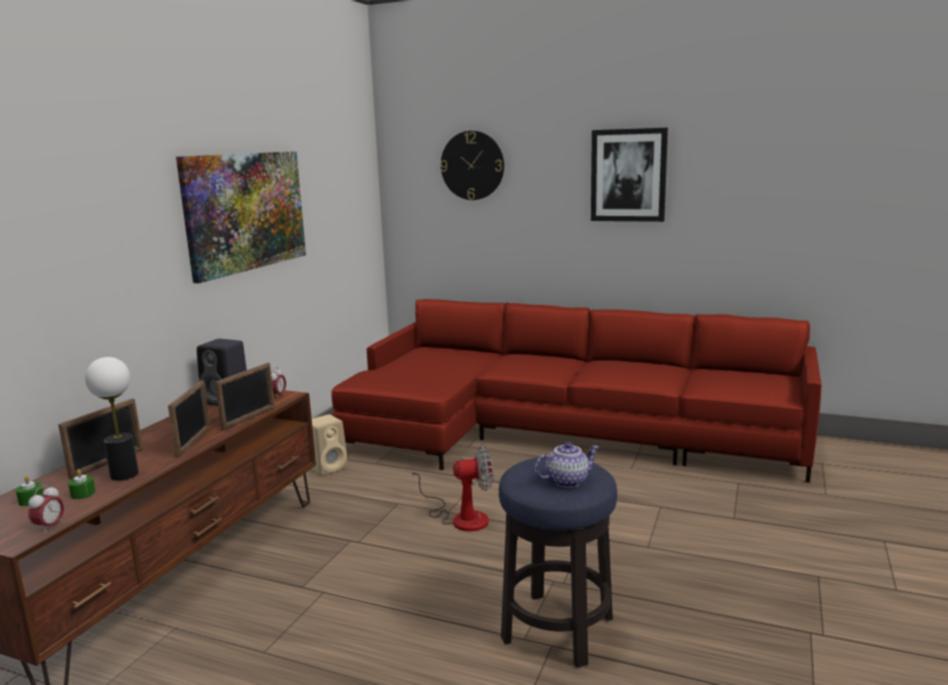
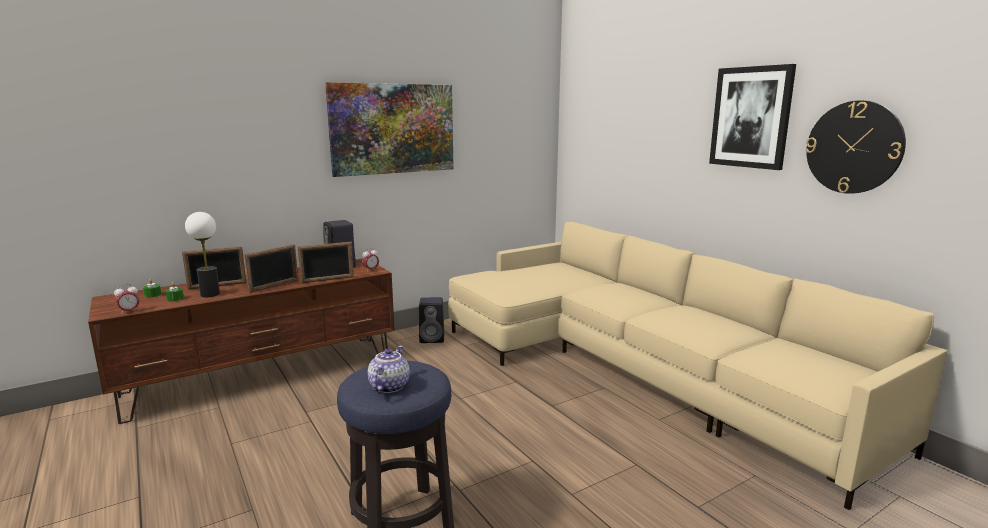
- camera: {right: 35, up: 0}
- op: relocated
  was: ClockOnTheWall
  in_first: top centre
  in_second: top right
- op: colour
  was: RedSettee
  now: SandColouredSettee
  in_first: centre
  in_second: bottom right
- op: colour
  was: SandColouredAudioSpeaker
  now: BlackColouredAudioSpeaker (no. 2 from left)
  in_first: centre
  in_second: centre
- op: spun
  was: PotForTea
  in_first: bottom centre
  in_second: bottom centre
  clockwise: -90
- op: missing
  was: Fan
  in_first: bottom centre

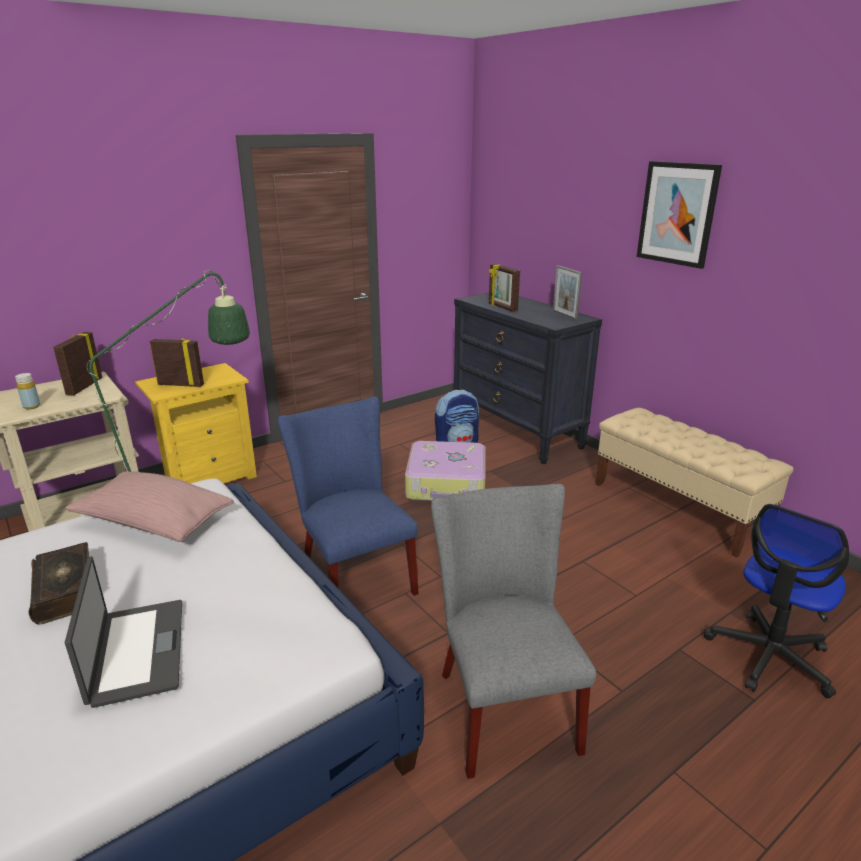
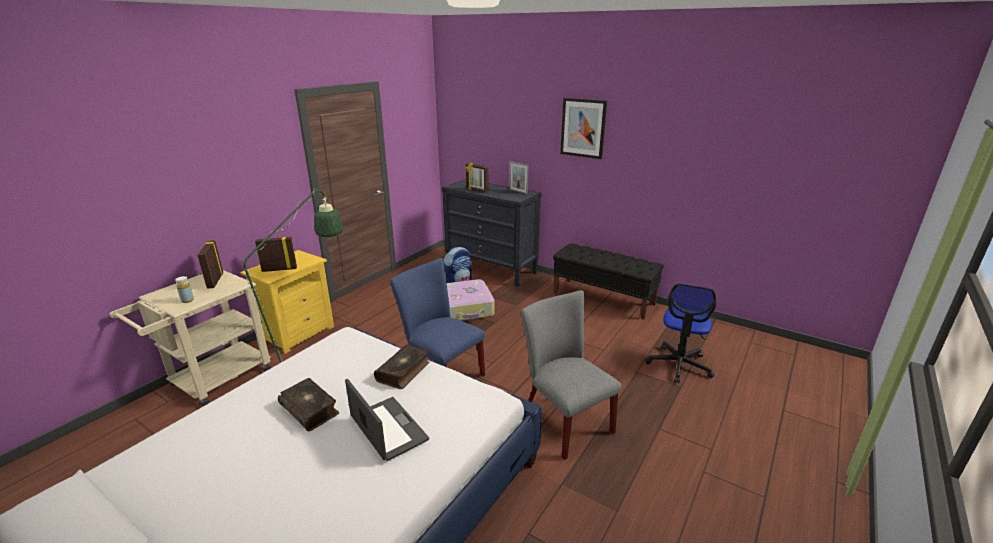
- camera: {right: -20, up: 0}
- op: colour
  was: SandColouredBench
  now: BlackColouredBench
  in_first: middle right
  in_second: centre
- op: missing
  was: PinkColouredCushion
  in_first: middle left
- op: appeared
  now: BoundBook (no. 2 from left)
  in_second: bottom centre

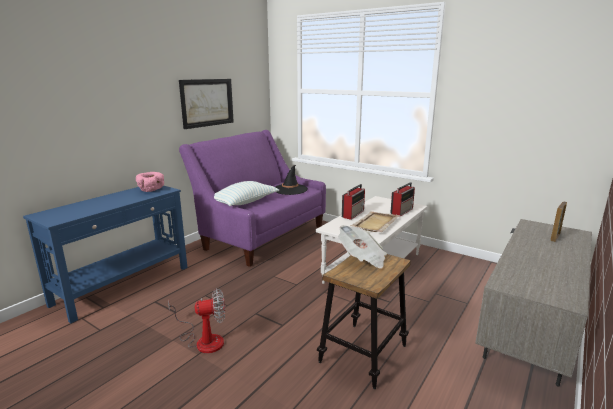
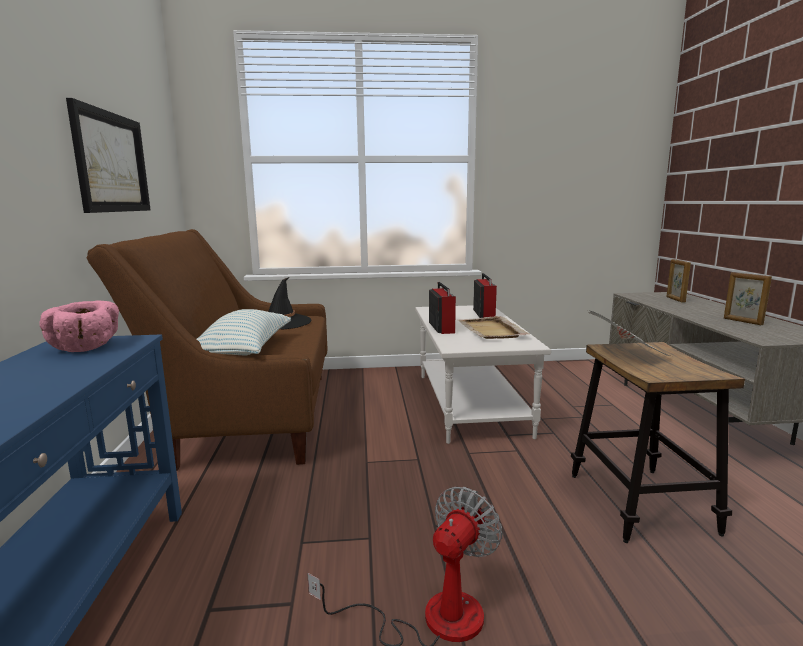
- camera: {right: -40, up: -5}
- op: colour
  was: PurpleSettee
  now: BrownishSettee
  in_first: centre
  in_second: middle left
- op: appeared
  now: StandingFrame (no. 2 from left)
  in_second: middle right

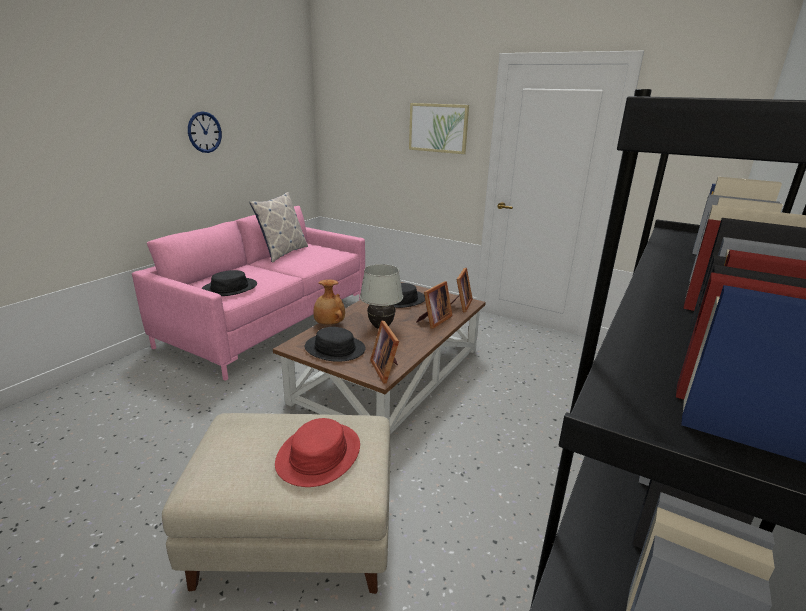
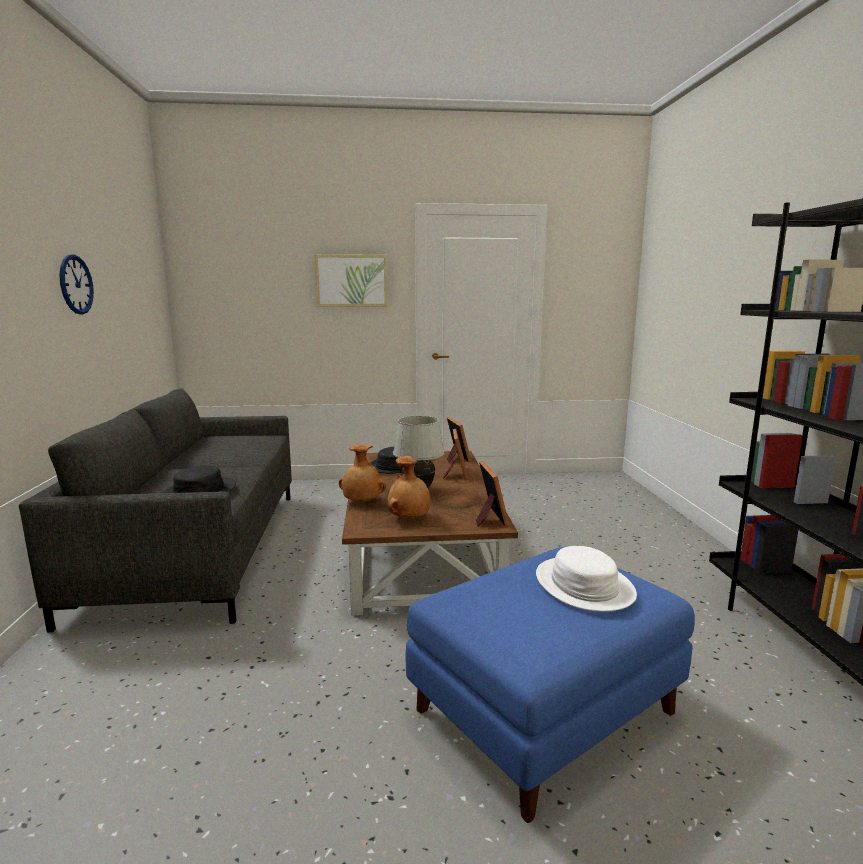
- camera: {right: -35, up: -10}
- op: missing
  was: Cushion
  in_first: centre
- op: colour
  was: PinkColouredSettee
  now: GreySettee
  in_first: middle left
  in_second: middle left
- op: spun
  was: StandingFrame (no. 1 from left in the first image)
  in_first: centre
  in_second: centre
  clockwise: -135
- op: exchanged
  was: BlackColouredHat (no. 2 from left)
  now: BrownishVase (no. 2 from left)
  in_first: centre
  in_second: centre
- op: colour
  was: SandColouredOttoman
  now: BluishOttoman
  in_first: bottom centre
  in_second: bottom centre
- op: colour
  was: RedHat
  now: WhiteColouredHat
  in_first: bottom centre
  in_second: bottom right

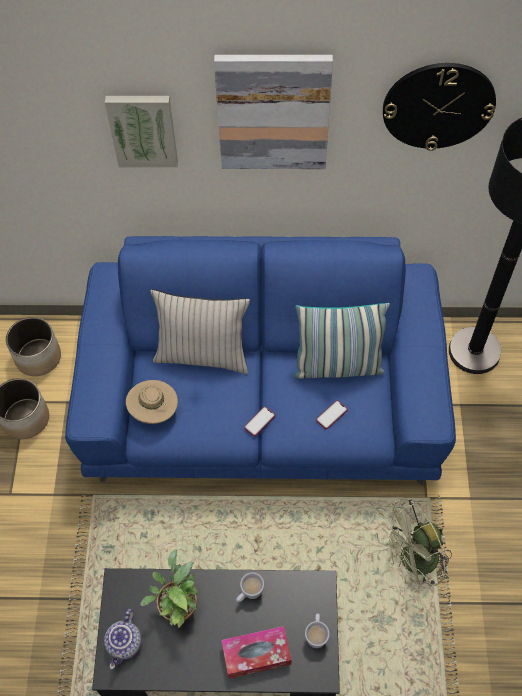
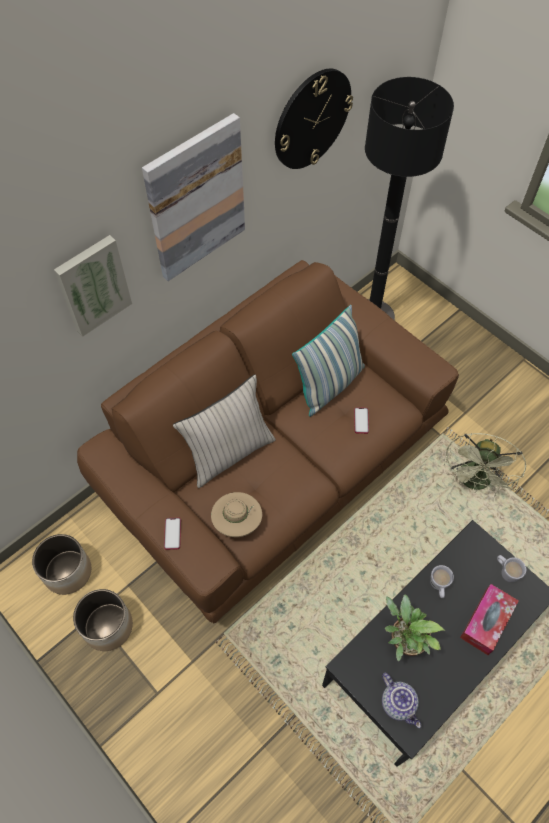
- camera: {right: -45, up: 0}
- op: colour
  was: BluishSettee
  now: BrownishSettee
  in_first: centre
  in_second: centre
- op: relocated
  was: Phone (no. 1 from left)
  in_first: centre
  in_second: middle left

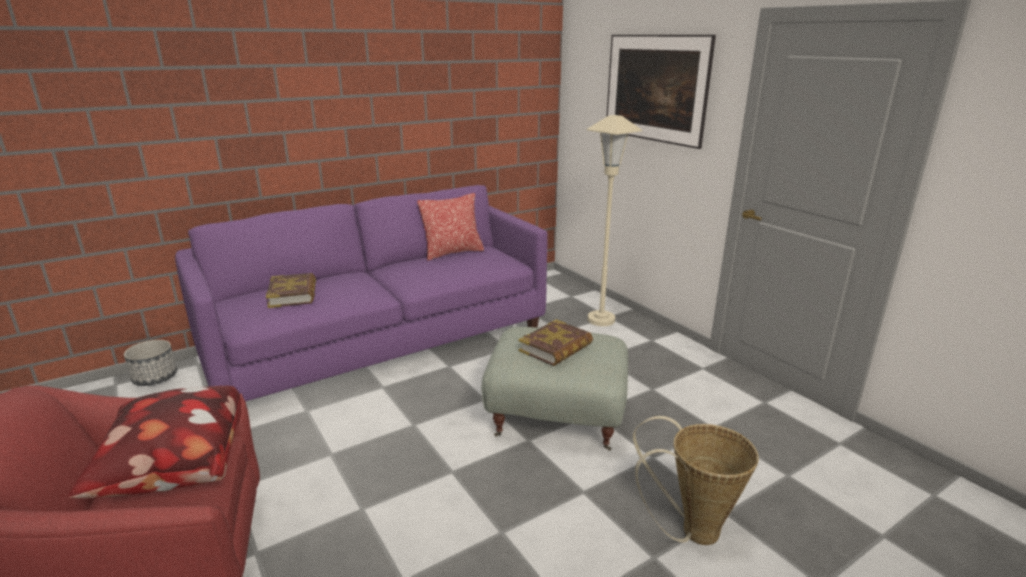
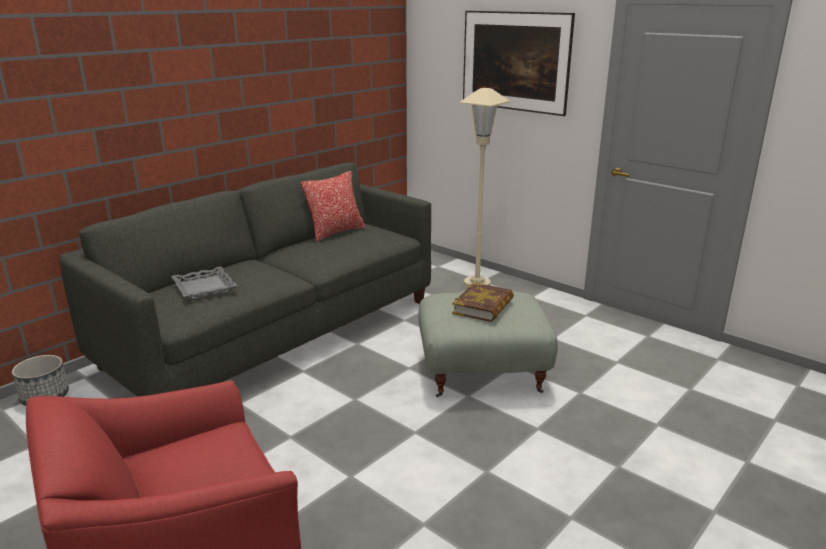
- camera: {right: -15, up: 0}
- op: colour
  was: PurpleSettee
  now: GreySettee
  in_first: centre
  in_second: middle left
- op: exchanged
  was: BoundBook (no. 1 from left)
  now: GreyTray
  in_first: middle left
  in_second: middle left
- op: missing
  was: Cushion (no. 1 from left)
  in_first: bottom left
- op: missing
  was: Basket
  in_first: bottom right

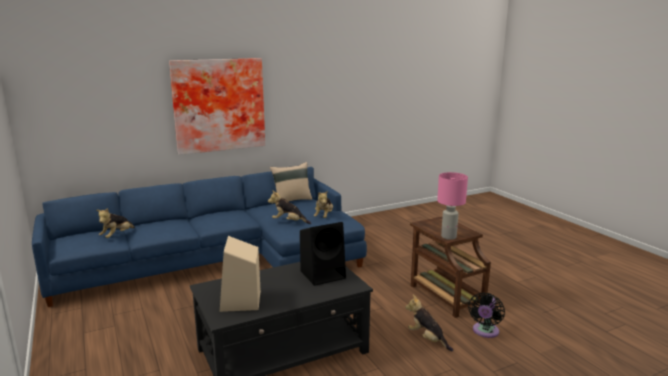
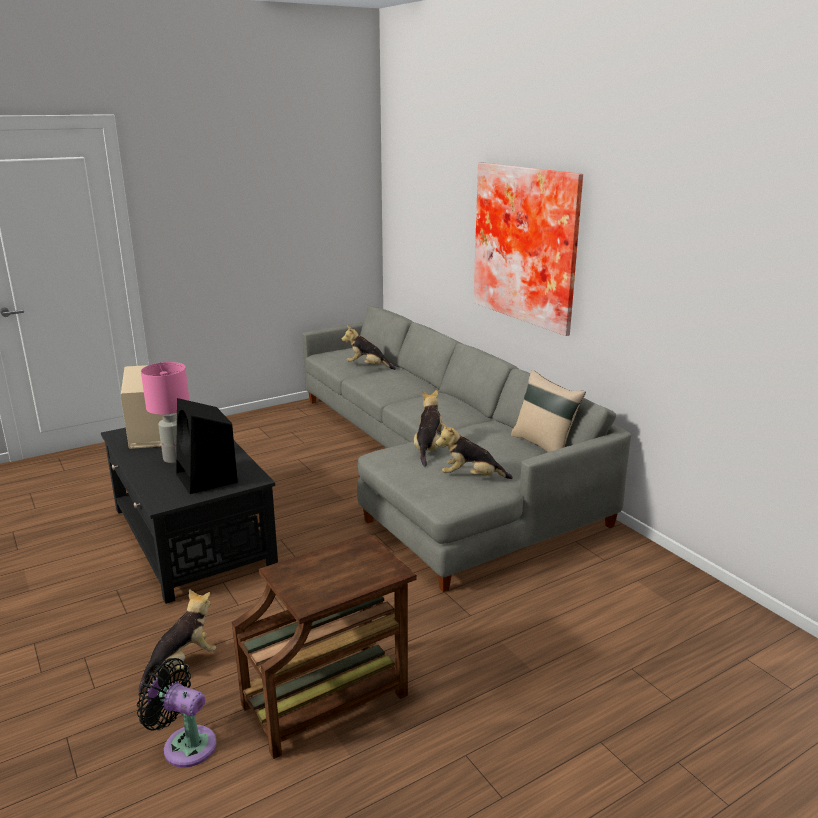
- camera: {right: 85, up: 5}
- op: colour
  was: BluishSettee
  now: GreySettee
  in_first: middle left
  in_second: centre
- op: relocated
  was: PinkColouredTableLamp
  in_first: middle right
  in_second: middle left

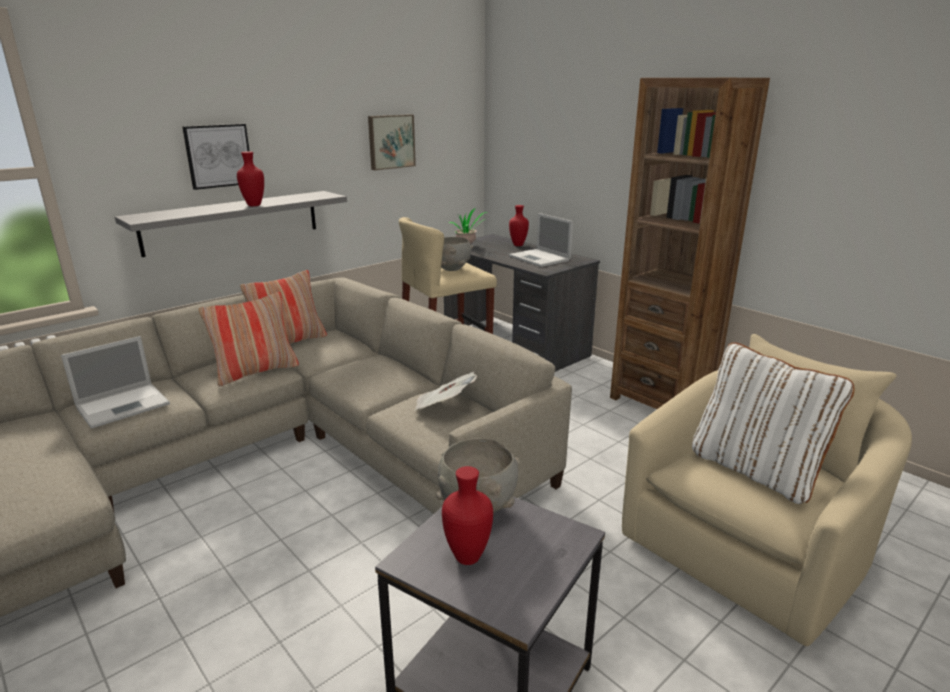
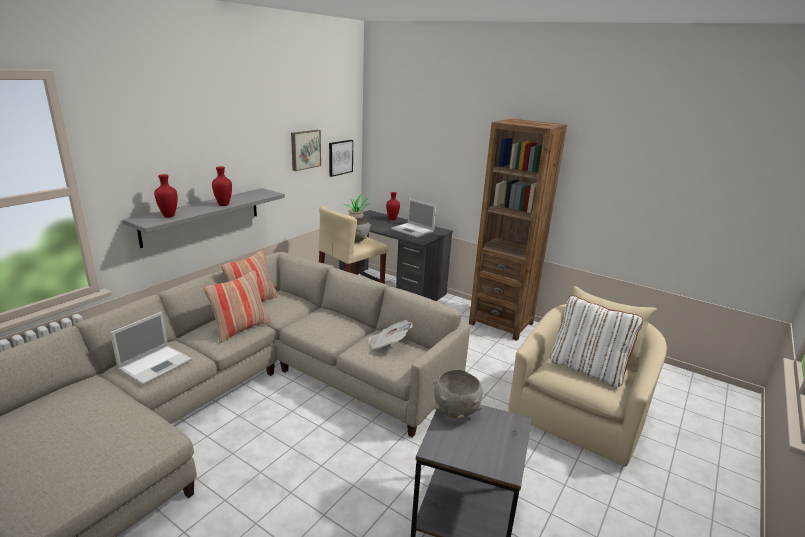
- camera: {right: -15, up: 0}
- op: relocated
  was: Picture (no. 1 from left in the first image)
  now: Picture (no. 2 from left)
  in_first: top left
  in_second: top centre
- op: relocated
  was: RedVase (no. 2 from left in the first image)
  now: RedVase (no. 1 from left)
  in_first: bottom centre
  in_second: middle left

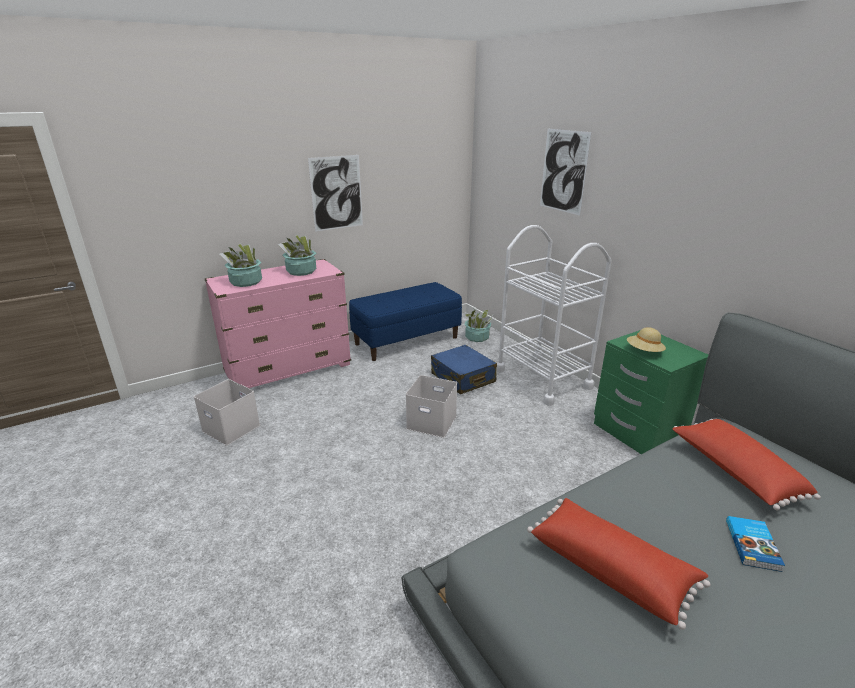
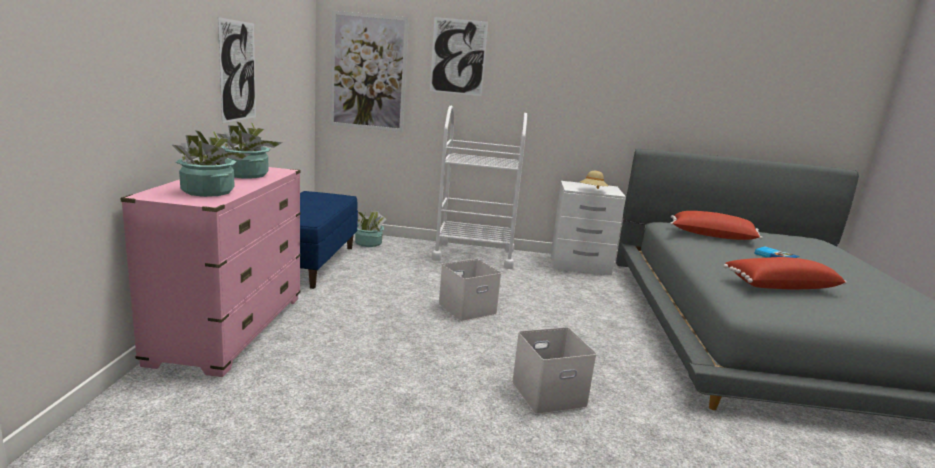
- camera: {right: -55, up: -10}
- op: colour
  was: GreenNightTable
  now: WhiteColouredNightTable
  in_first: middle right
  in_second: centre
- op: missing
  was: BluishSuitcase
  in_first: centre
- op: relocated
  was: WhiteColouredStorageContainer (no. 1 from left in the first image)
  now: WhiteColouredStorageContainer (no. 2 from left)
  in_first: middle left
  in_second: bottom centre
- op: appeared
  now: Picture (no. 2 from left)
  in_second: top centre

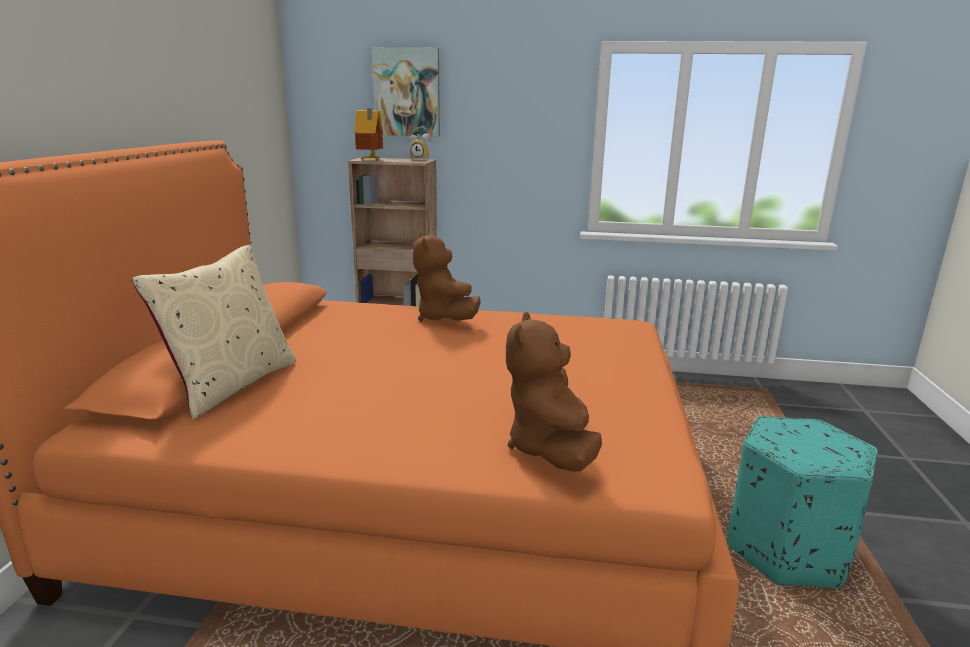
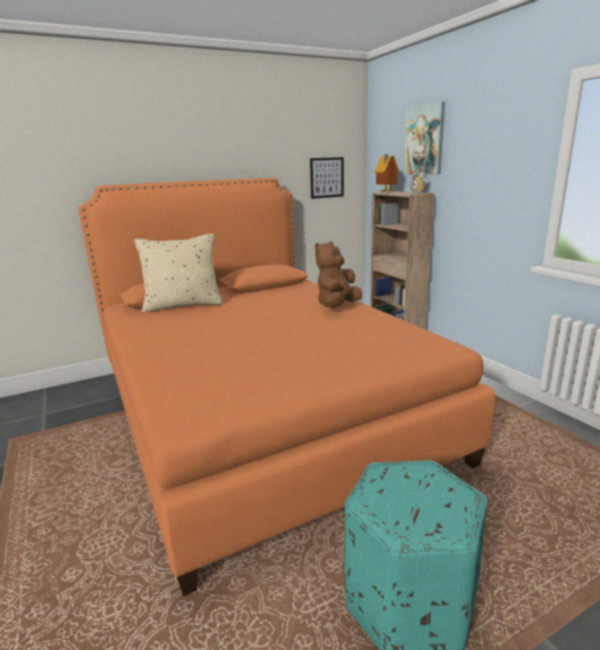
- camera: {right: 55, up: 0}
- op: missing
  was: BrownishSoftToy (no. 2 from left)
  in_first: centre
- op: appeared
  now: Picture (no. 1 from left)
  in_second: top centre

